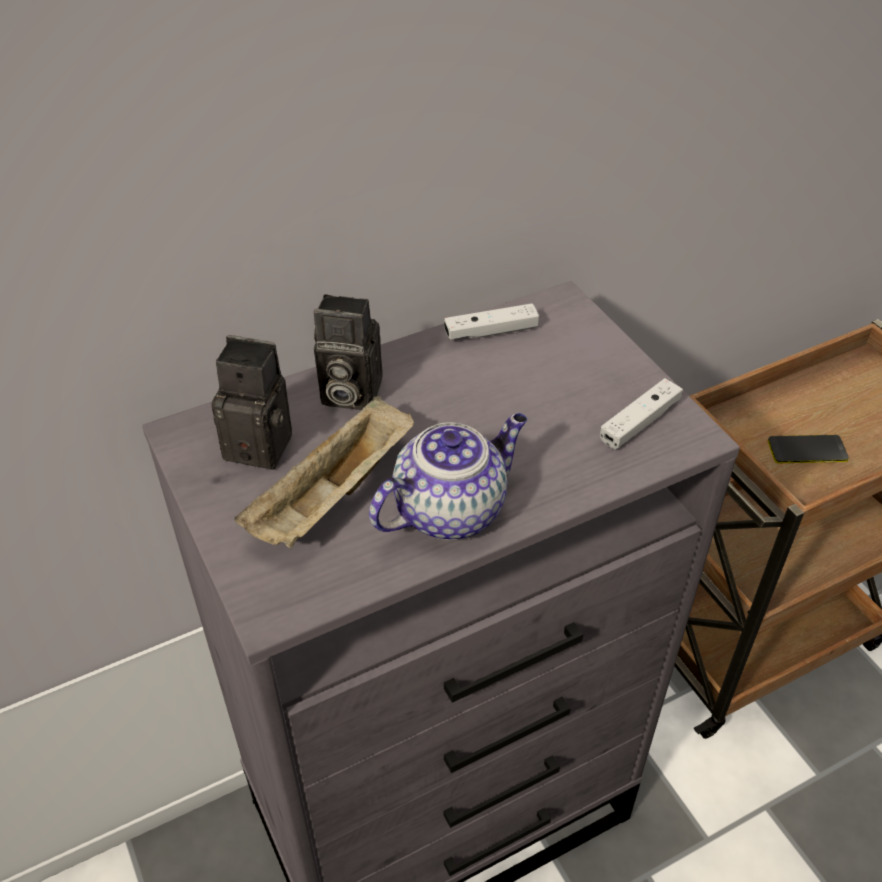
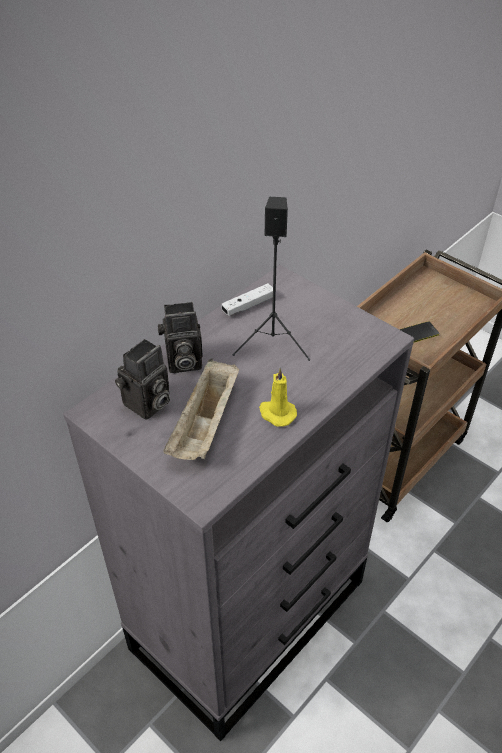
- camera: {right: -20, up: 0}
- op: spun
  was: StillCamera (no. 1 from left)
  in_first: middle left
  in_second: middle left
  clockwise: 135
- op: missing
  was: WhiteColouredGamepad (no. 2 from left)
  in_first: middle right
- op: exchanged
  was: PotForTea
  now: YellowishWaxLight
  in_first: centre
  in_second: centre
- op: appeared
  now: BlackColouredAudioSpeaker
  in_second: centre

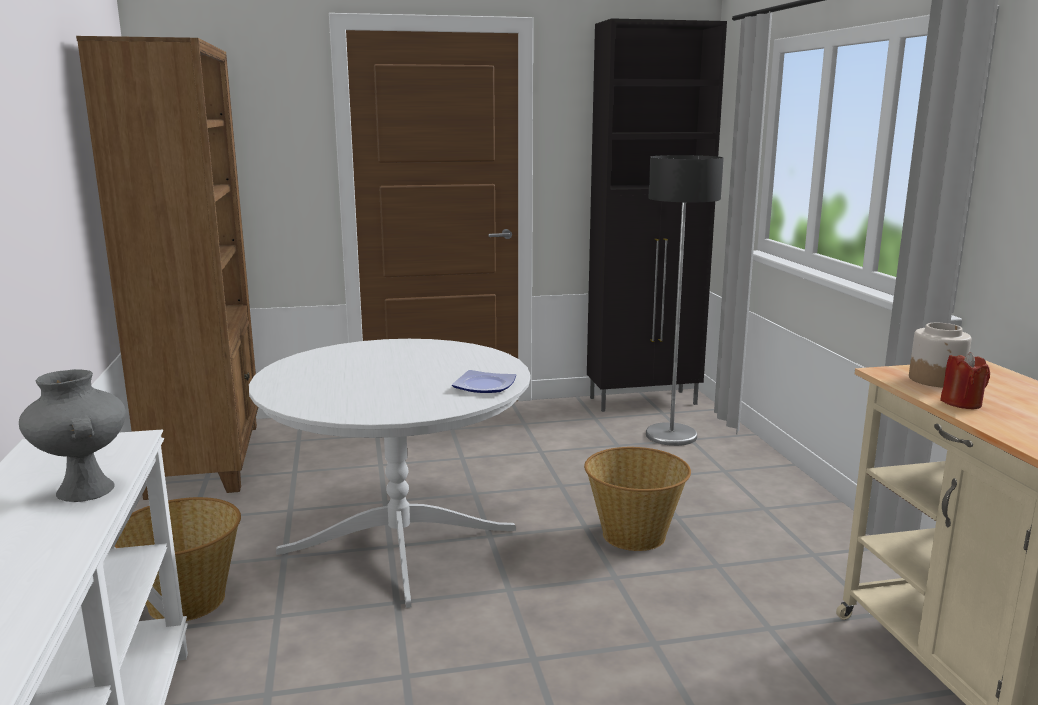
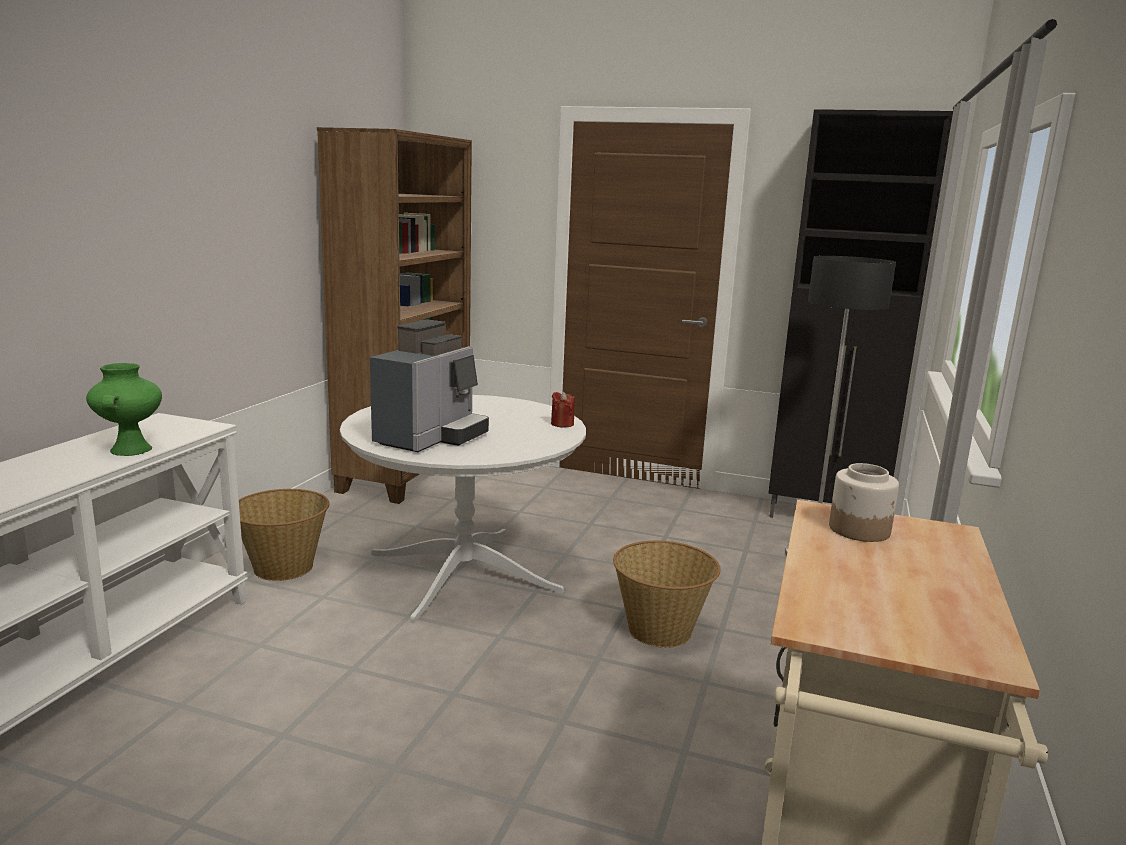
- camera: {right: 30, up: 0}
- op: relocated
  was: RedWaxLight
  in_first: middle right
  in_second: centre
- op: colour
  was: GreyVase
  now: GreenVase
  in_first: middle left
  in_second: middle left
- op: missing
  was: FlatDish
  in_first: centre
- op: appeared
  now: CoffeeMachine
  in_second: centre

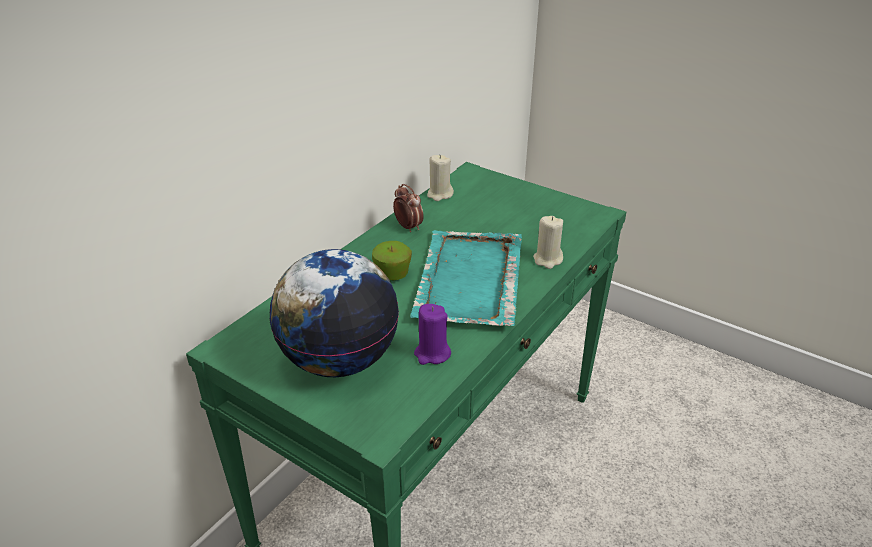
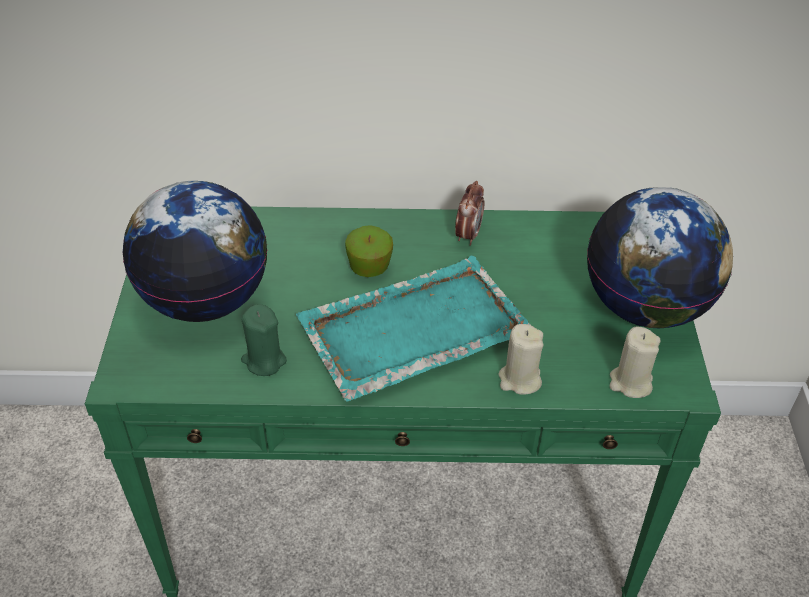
- camera: {right: 55, up: 10}
- op: relocated
  was: SandColouredWaxLight (no. 1 from left in the first image)
  now: SandColouredWaxLight (no. 2 from left)
  in_first: top centre
  in_second: middle right
- op: colour
  was: PurpleWaxLight
  now: GreenWaxLight
  in_first: centre
  in_second: middle left
- op: appeared
  now: DeskGlobe (no. 2 from left)
  in_second: middle right

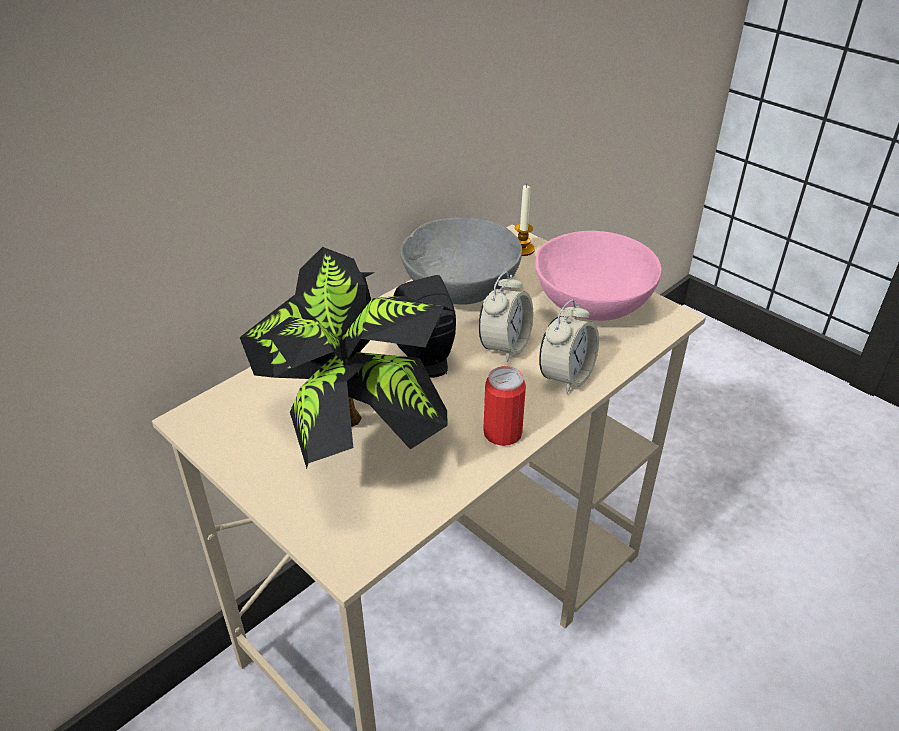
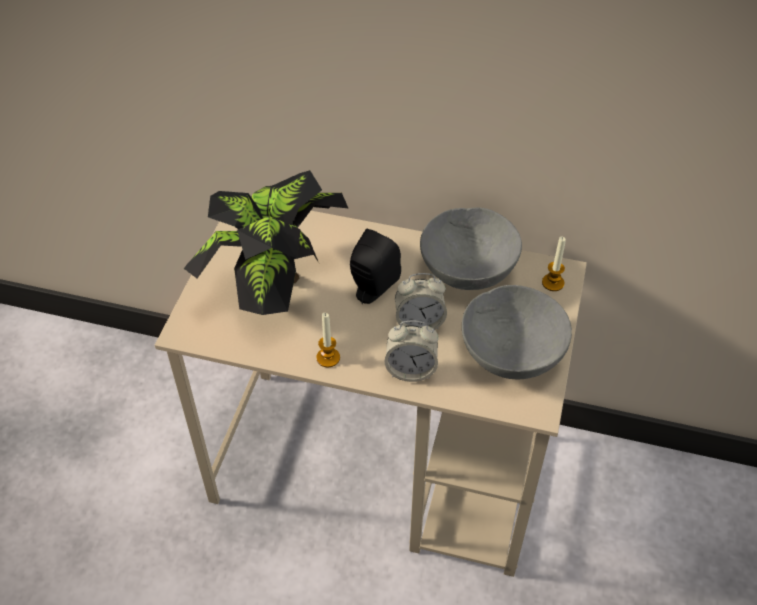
- camera: {right: 60, up: 10}
- op: colour
  was: PinkColouredServingBowl
  now: GreyServingBowl (no. 2 from left)
  in_first: centre
  in_second: middle right
- op: exchanged
  was: MetalCan
  now: WaxLight (no. 1 from left)
  in_first: centre
  in_second: centre

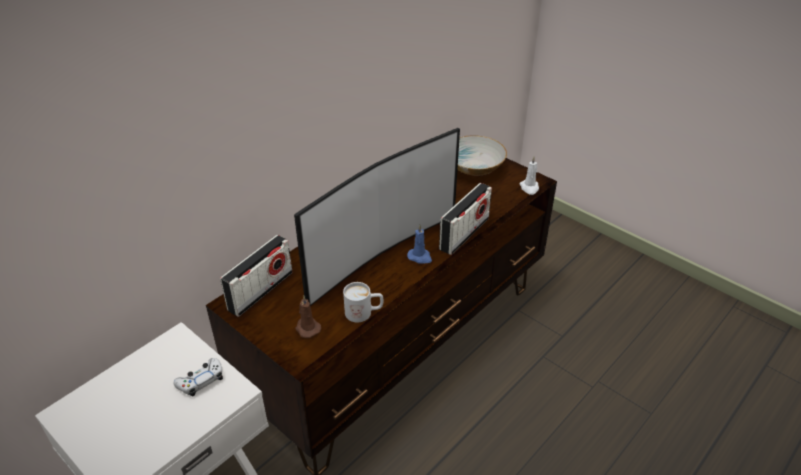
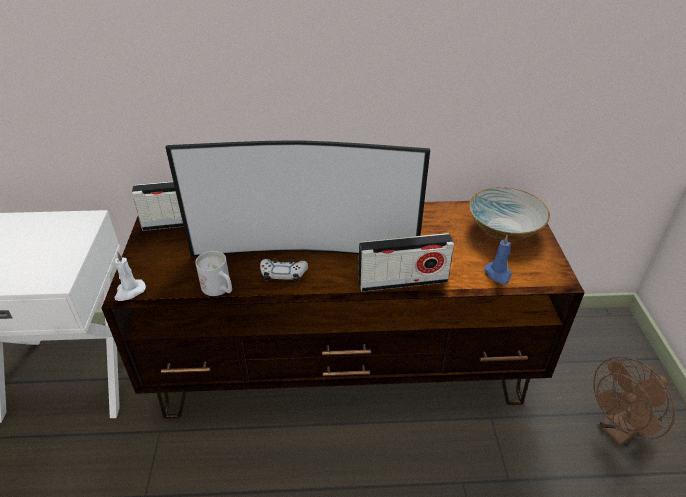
- camera: {right: 45, up: 0}
- op: relocated
  was: WhiteColouredWaxLight
  in_first: centre
  in_second: middle left
- op: relocated
  was: BluishWaxLight
  in_first: centre
  in_second: middle right
- op: missing
  was: BrownishWaxLight
  in_first: bottom centre
- op: relocated
  was: WhiteColouredGamepad
  in_first: bottom left
  in_second: centre
- op: appeared
  now: BrownishFan
  in_second: bottom right

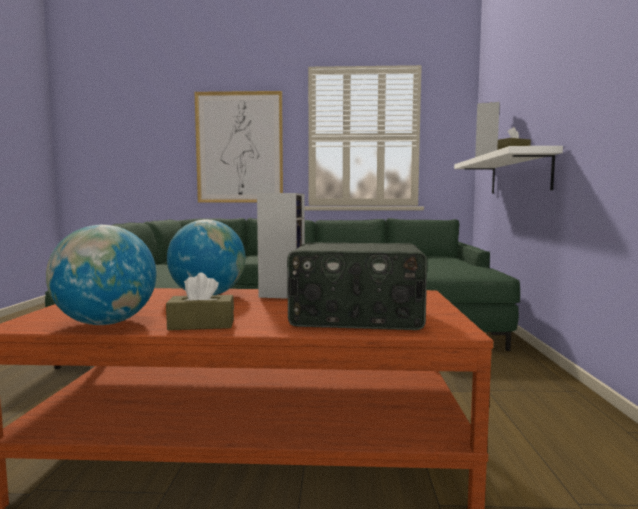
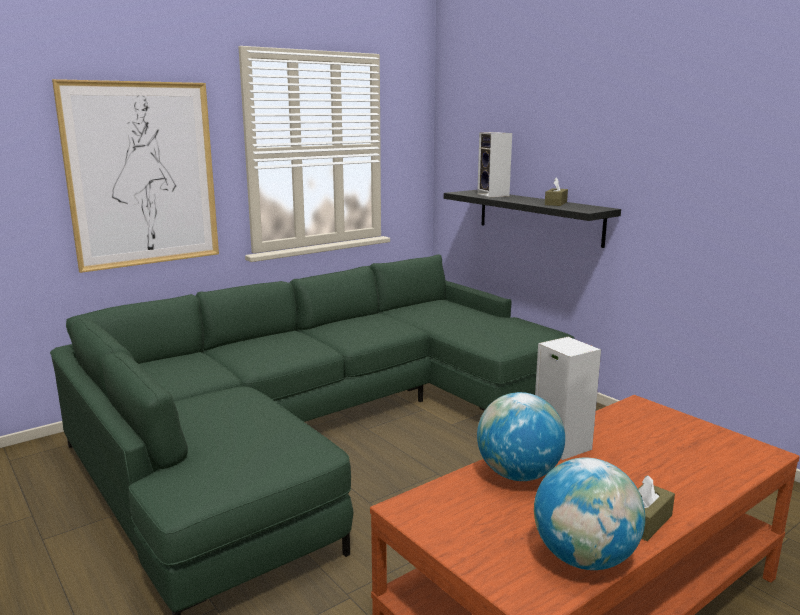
- camera: {right: -40, up: 10}
- op: colour
  was: WhiteColouredBracketShelf
  now: BlackColouredBracketShelf
  in_first: middle right
  in_second: centre
- op: missing
  was: RadioReceiver
  in_first: centre

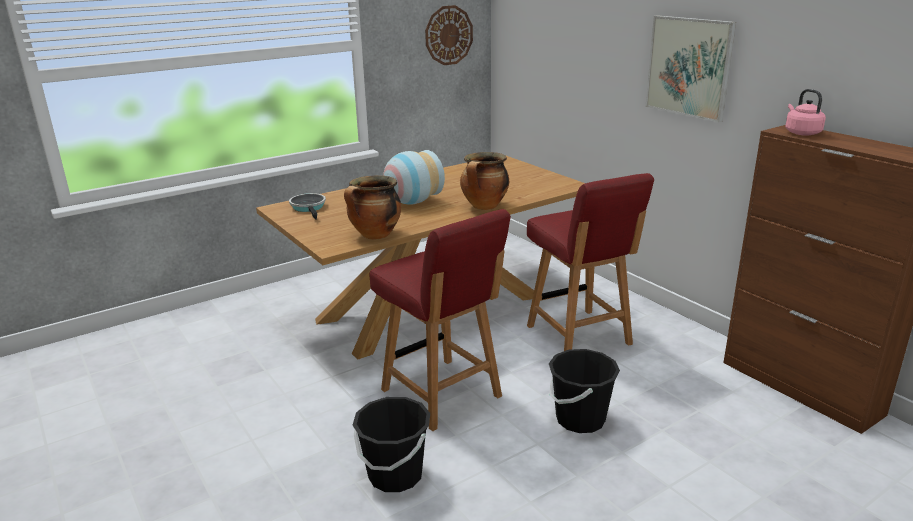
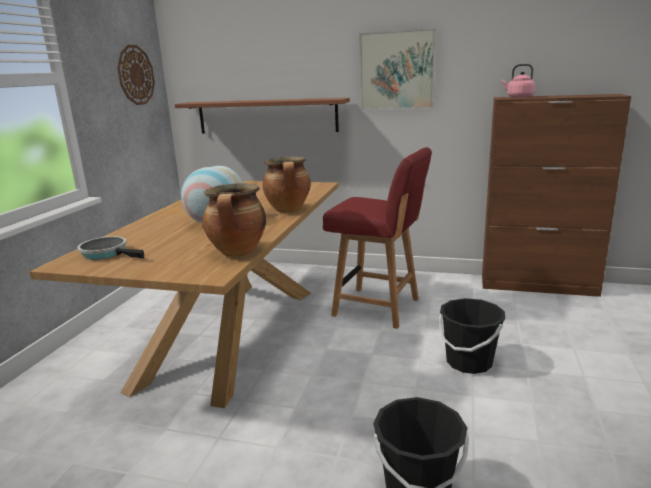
- camera: {right: -40, up: -5}
- op: missing
  was: RedChair (no. 1 from left)
  in_first: centre
- op: appeared
  now: BrownishBracketShelf
  in_second: top centre

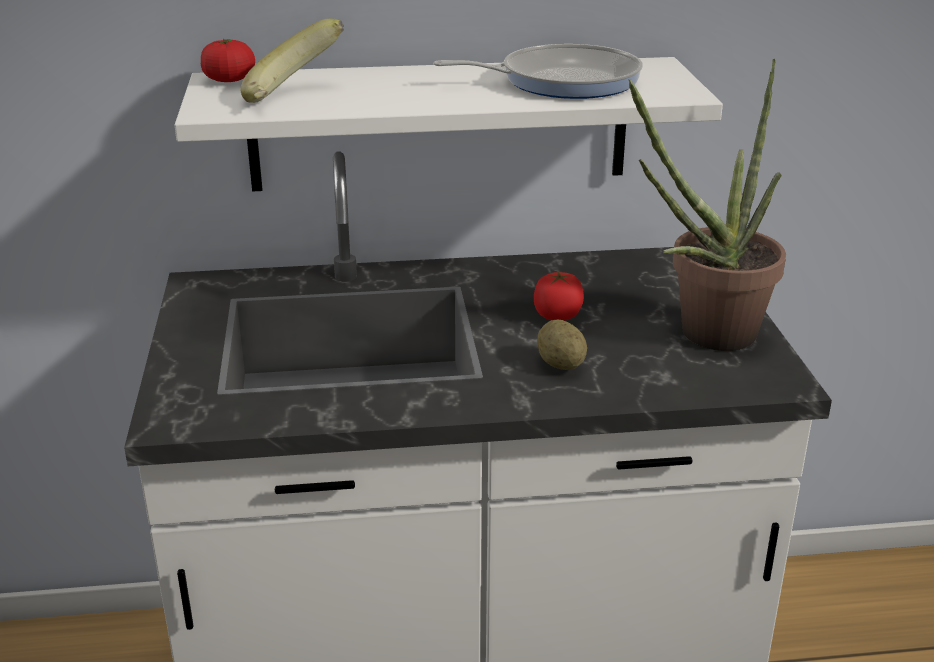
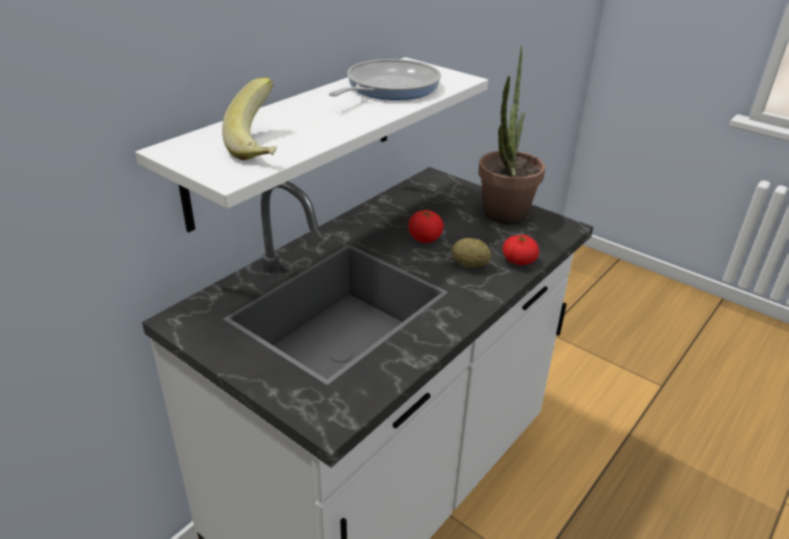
- camera: {right: -45, up: 5}
- op: relocated
  was: Tomato (no. 1 from left in the first image)
  now: Tomato (no. 2 from left)
  in_first: top left
  in_second: centre

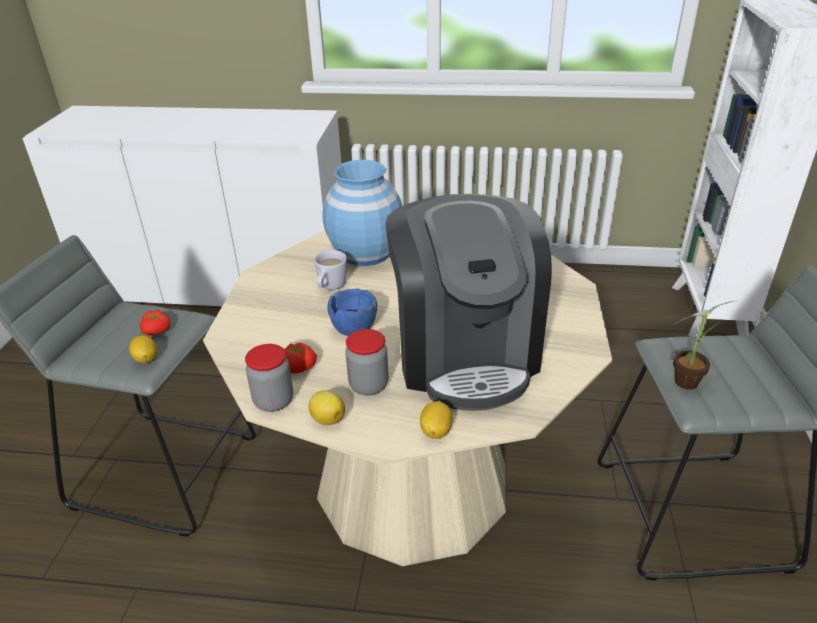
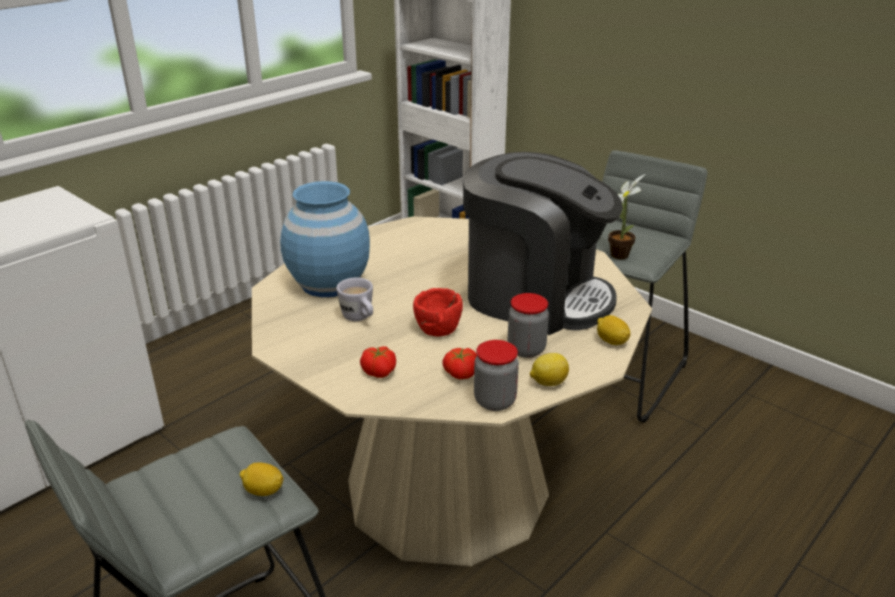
- camera: {right: -55, up: -5}
- op: colour
  was: BluishServingBowl
  now: RedServingBowl
  in_first: centre
  in_second: centre
- op: relocated
  was: Tomato (no. 1 from left)
  in_first: middle left
  in_second: centre

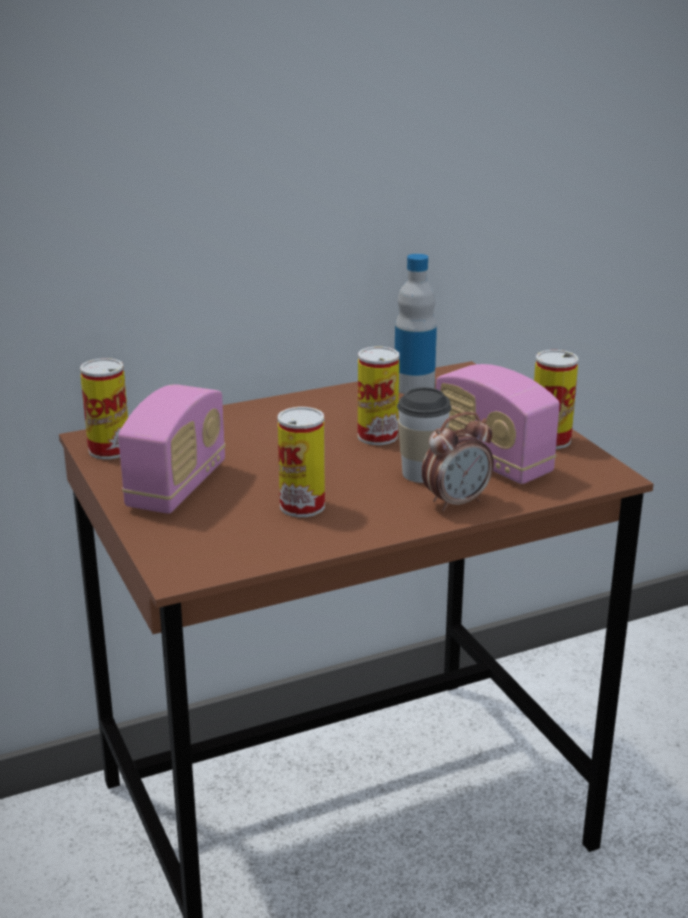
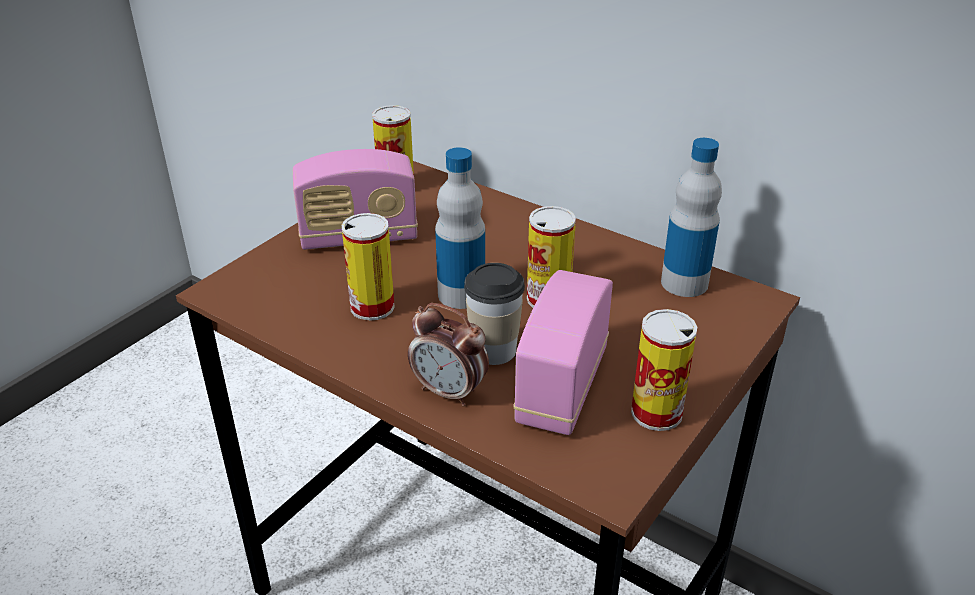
- camera: {right: 60, up: 10}
- op: appeared
  now: BeverageBottle (no. 1 from left)
  in_second: centre

